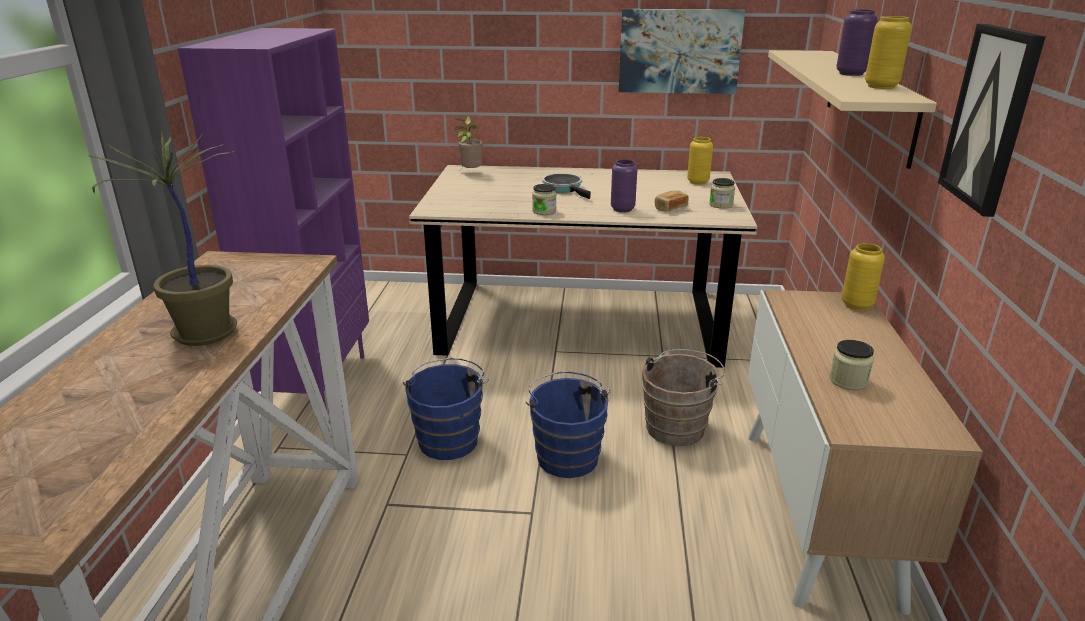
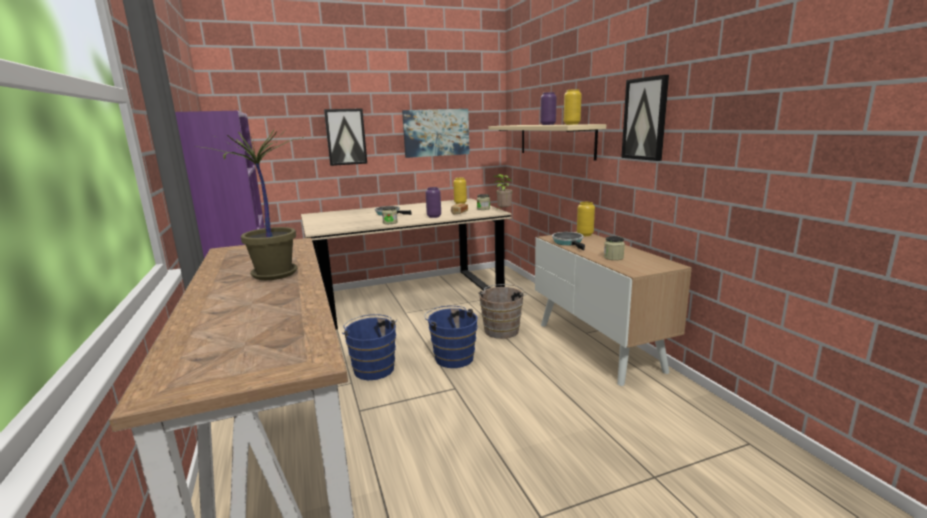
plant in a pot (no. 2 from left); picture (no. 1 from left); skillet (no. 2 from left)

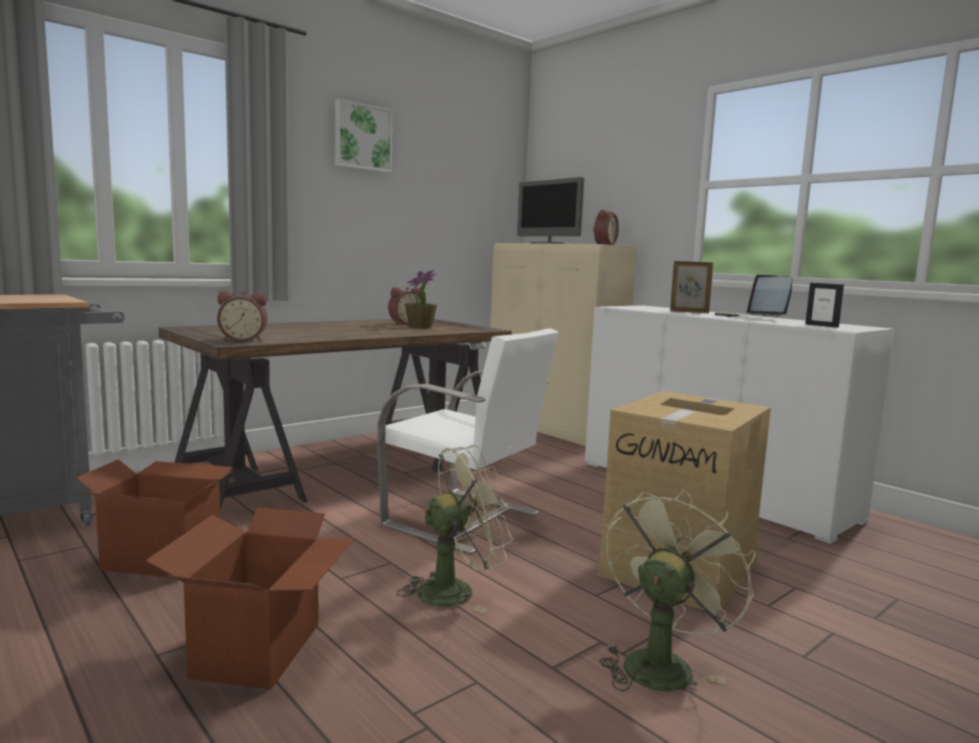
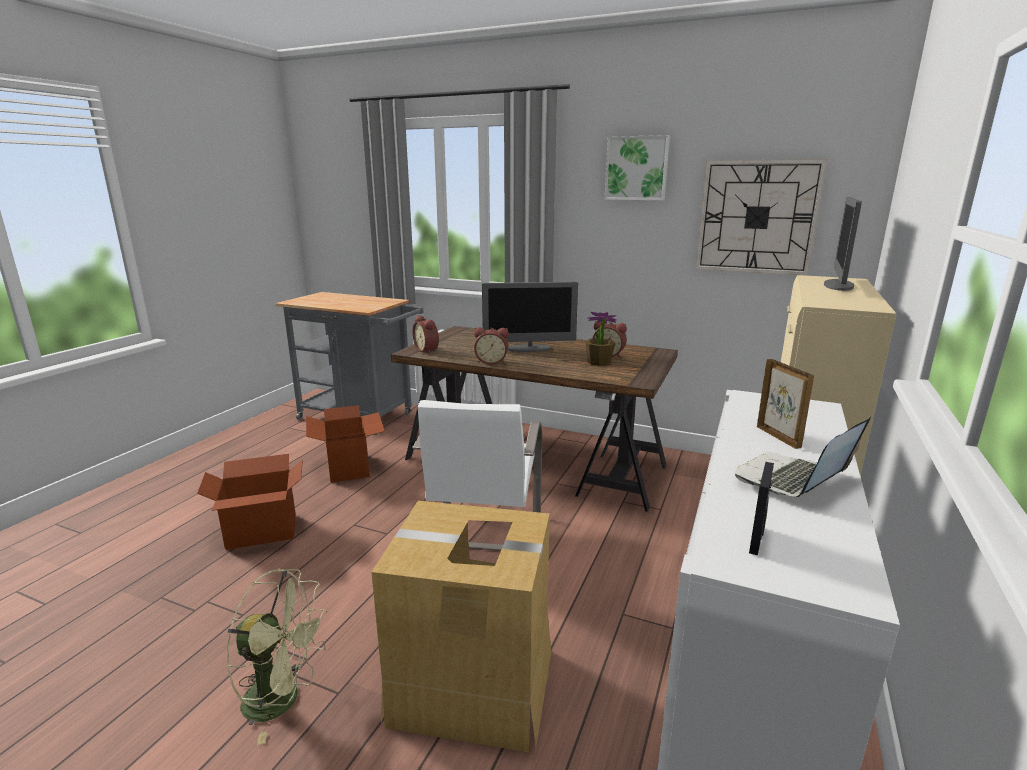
greenish cooling fan (no. 1 from left in the first image); bedside clock (no. 2 from left); computer screen (no. 1 from left); wall clock

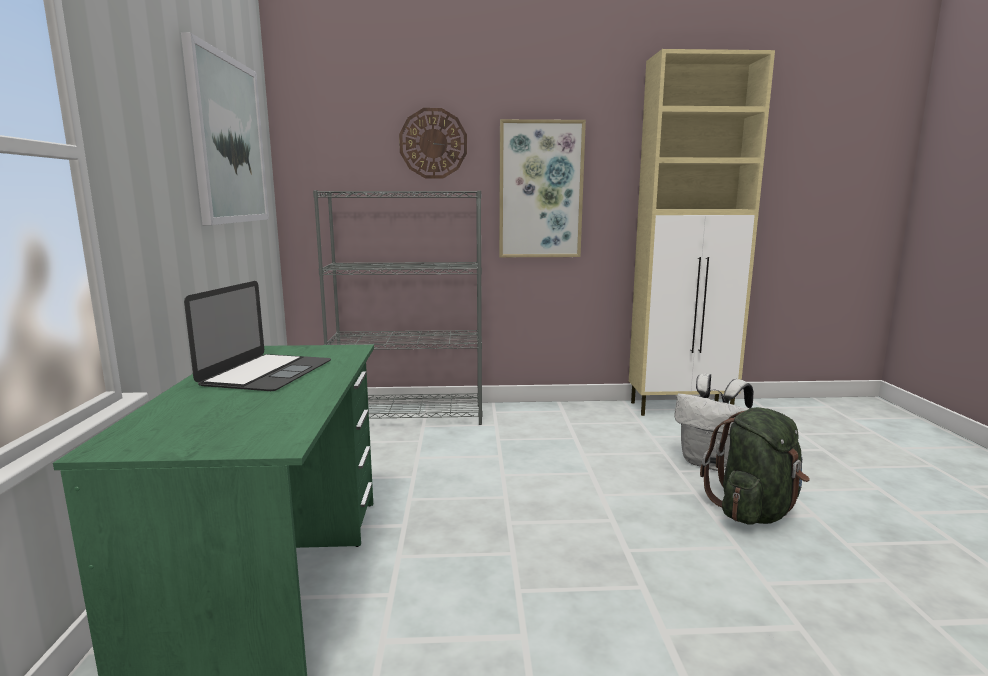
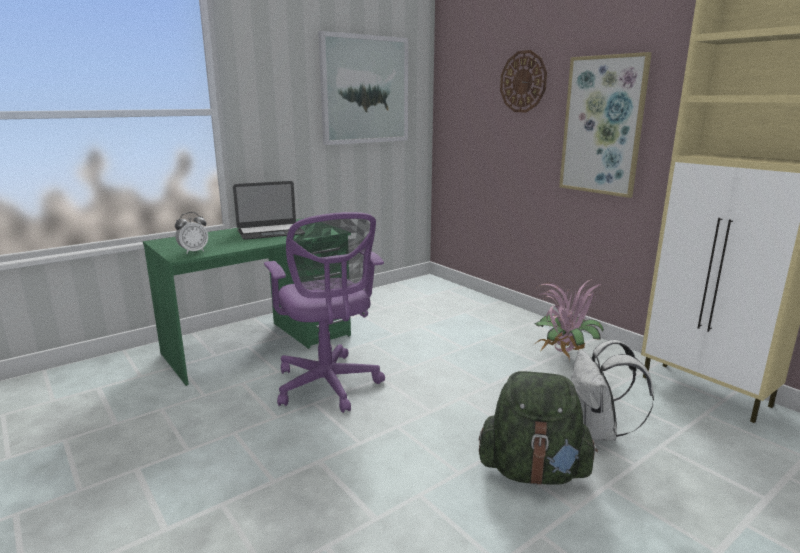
greyish bookcase; bedside clock; purplish desk chair; plant in a pot

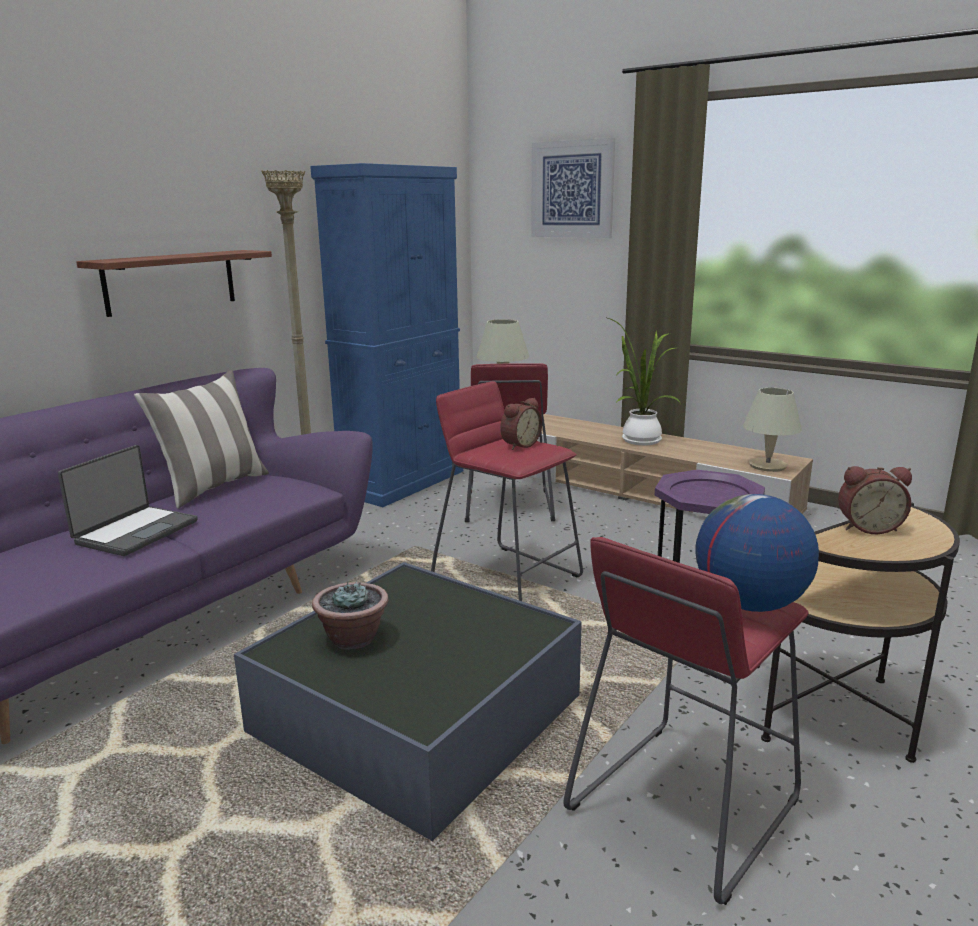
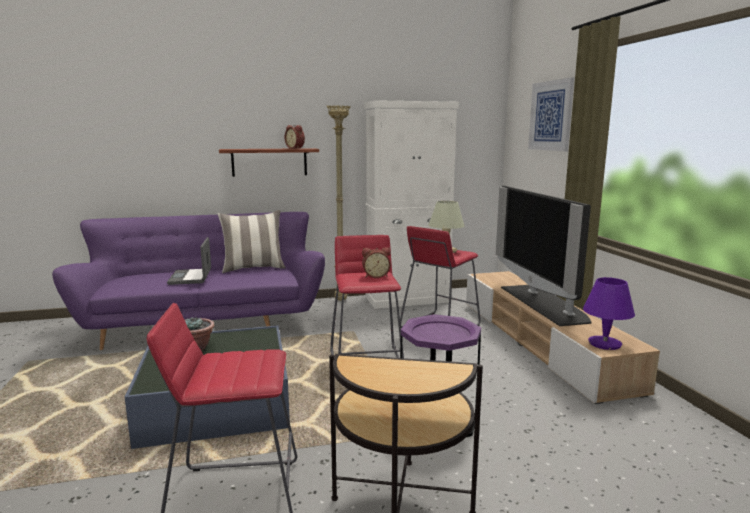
laptop; white-coloured cupboard; television; globe; purplish table lamp; bedside clock (no. 1 from left)

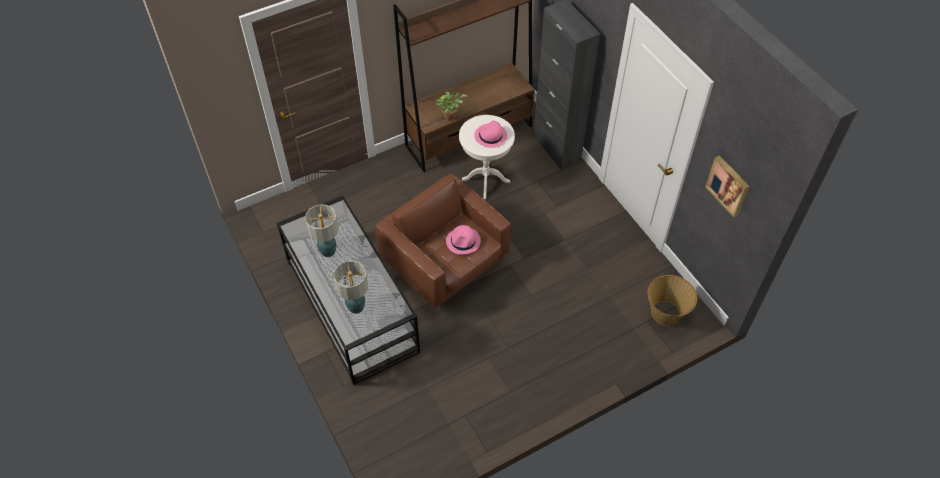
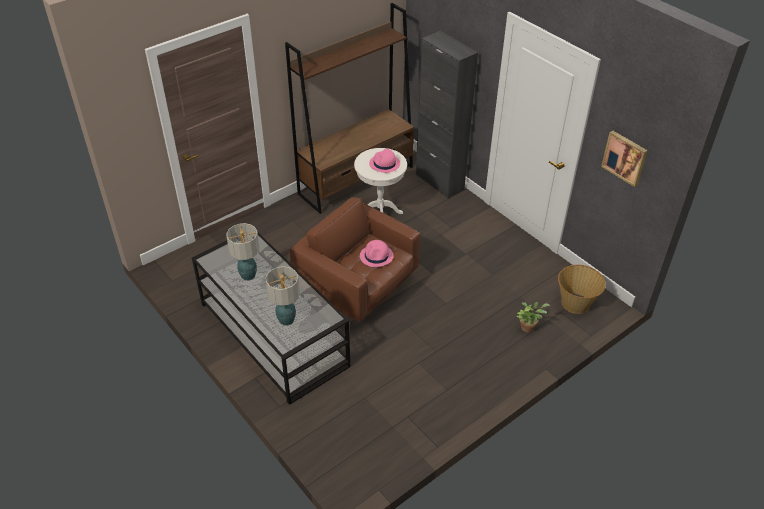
plant in a pot

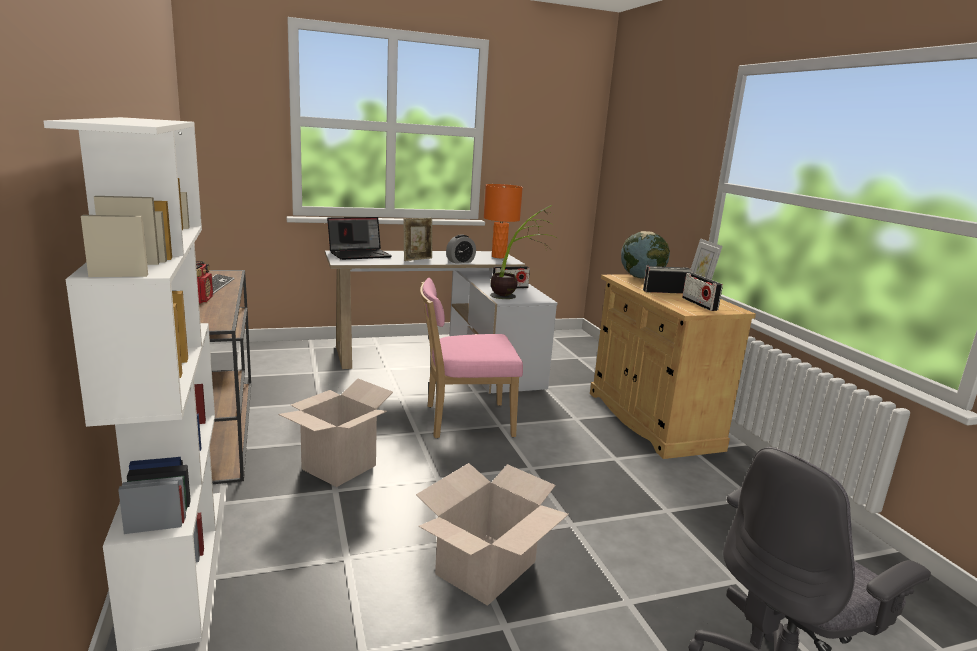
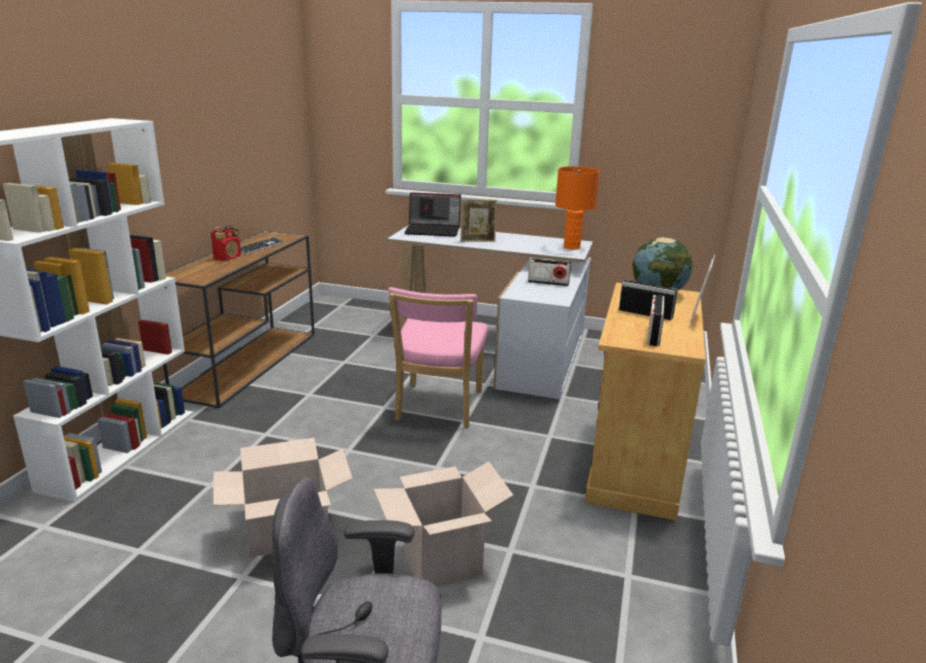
carton (no. 2 from left); pinkish plain chair; bedside clock; plant in a pot

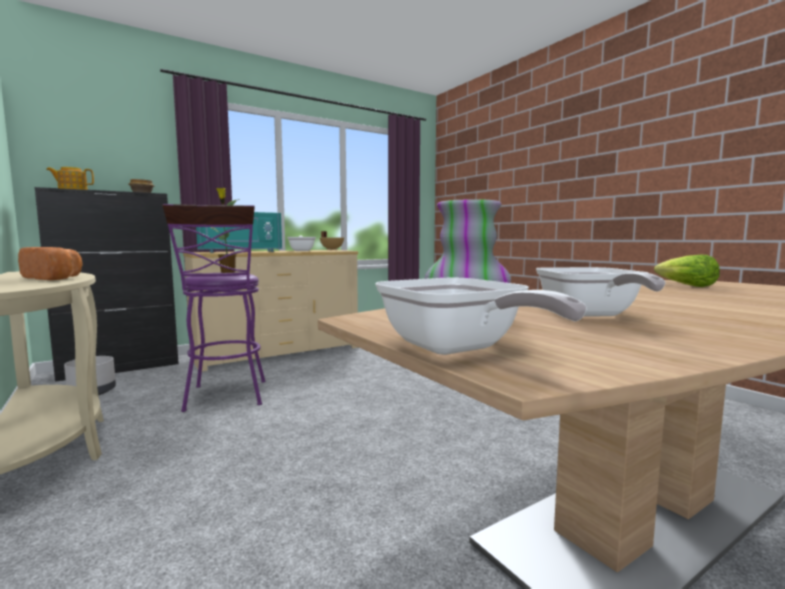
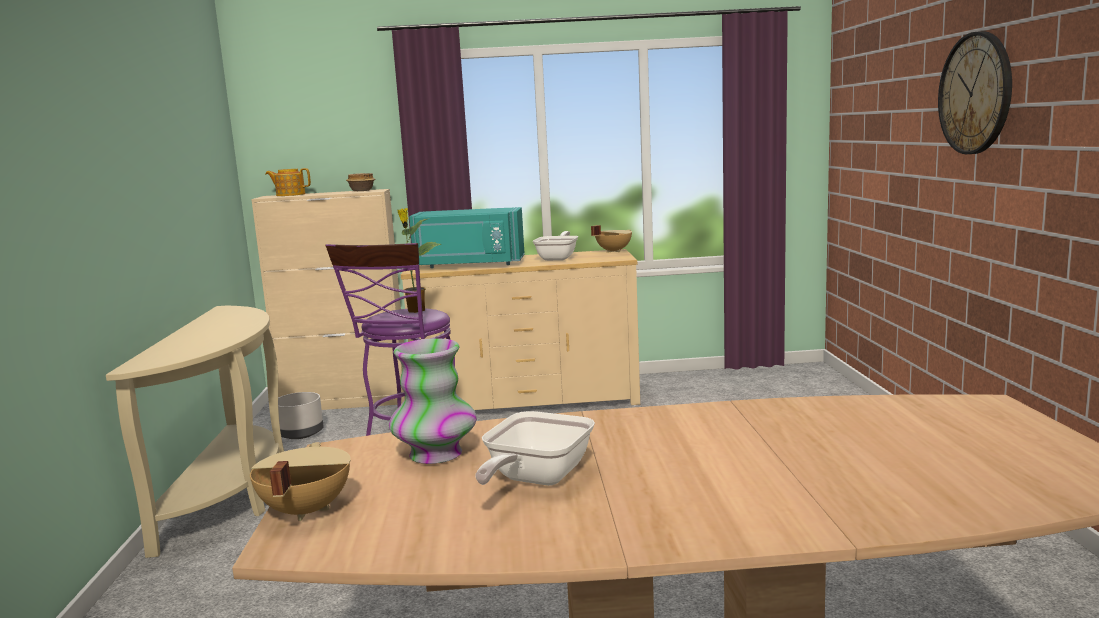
bread; sand-coloured cupboard; sand-coloured stockpot (no. 1 from left); lettuce head; wall clock

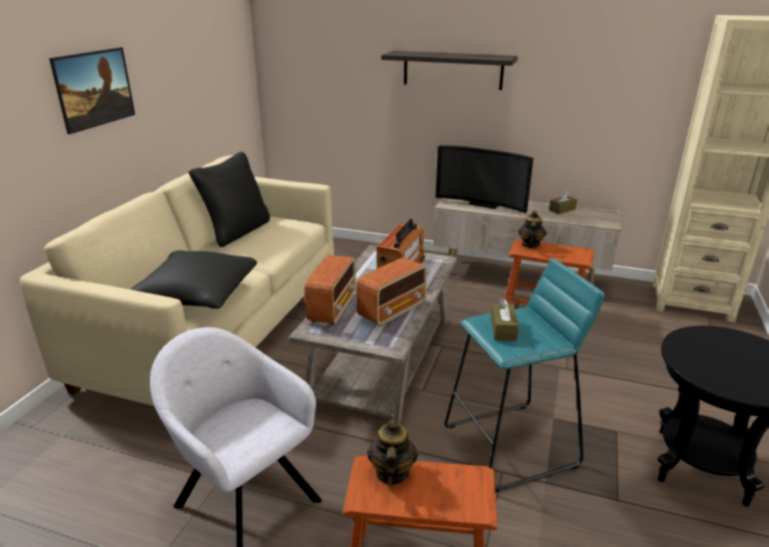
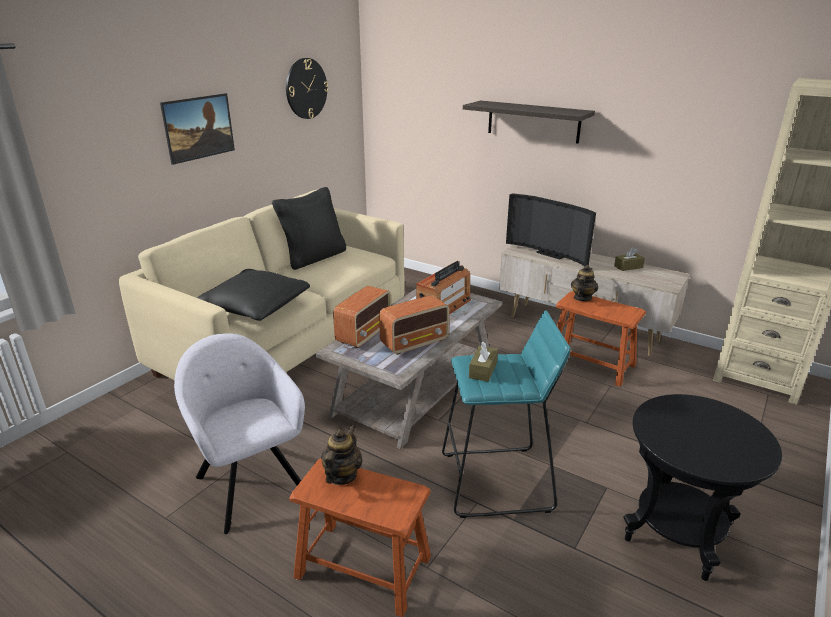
wall clock

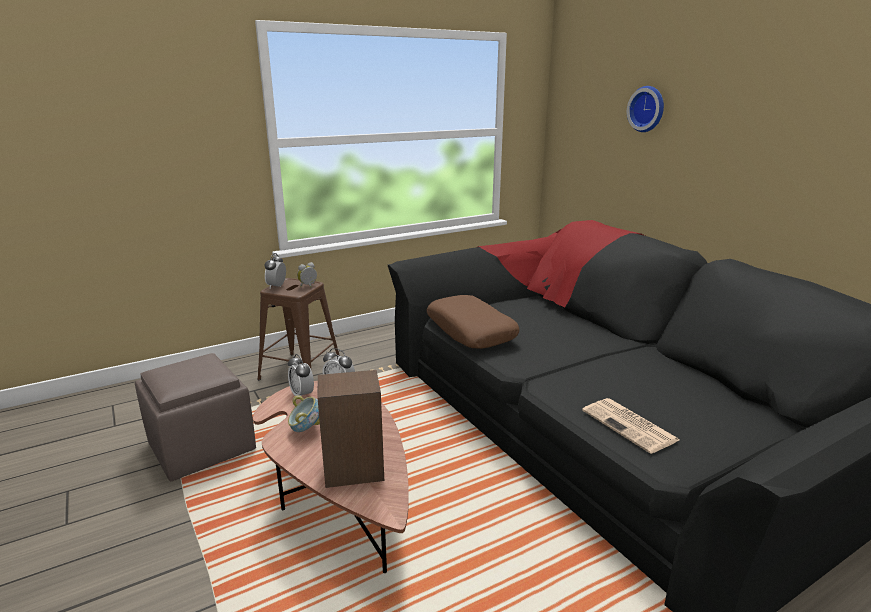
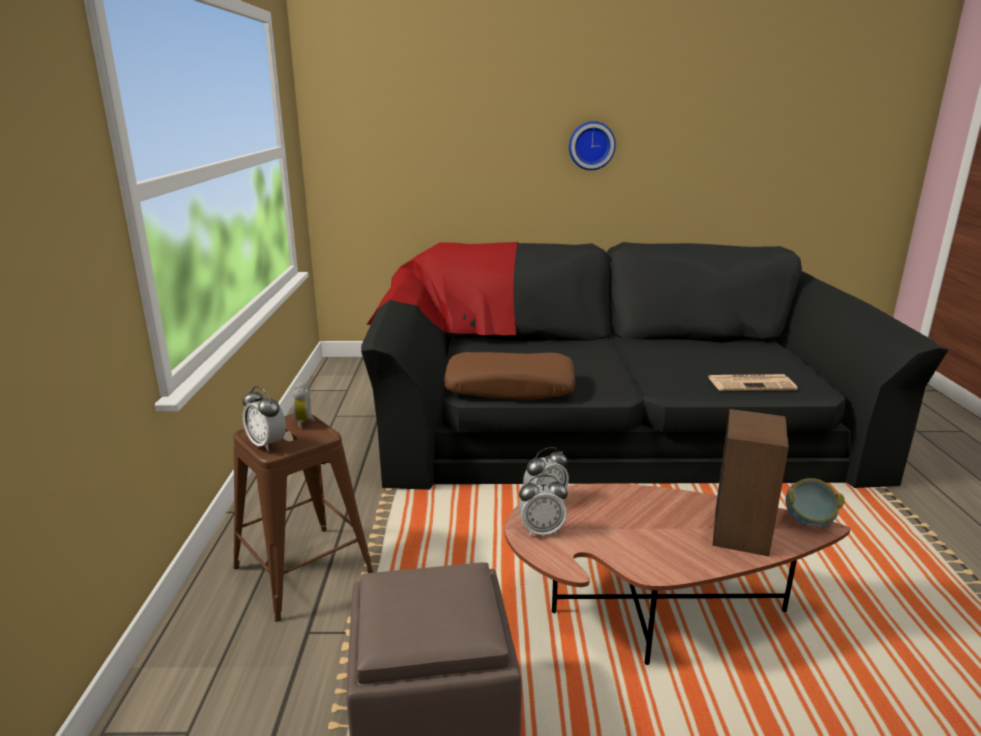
deep dish; wall clock

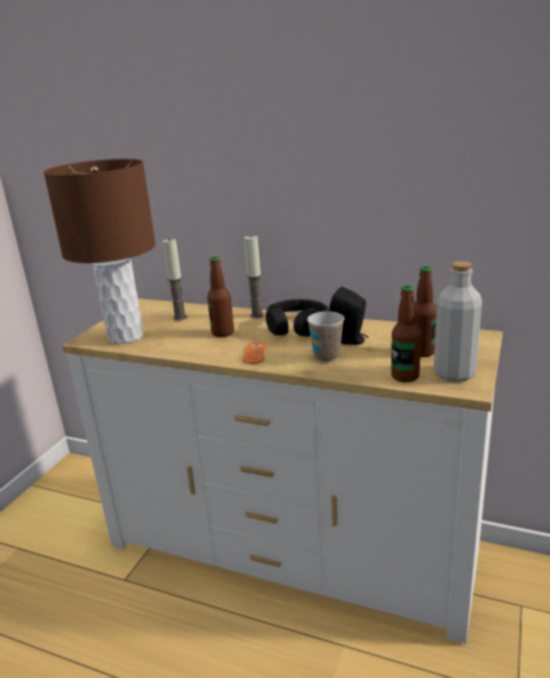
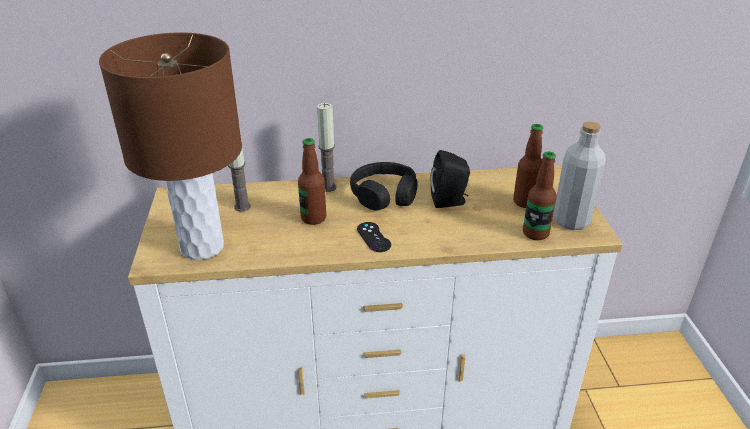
blackish joypad; drinking cup

